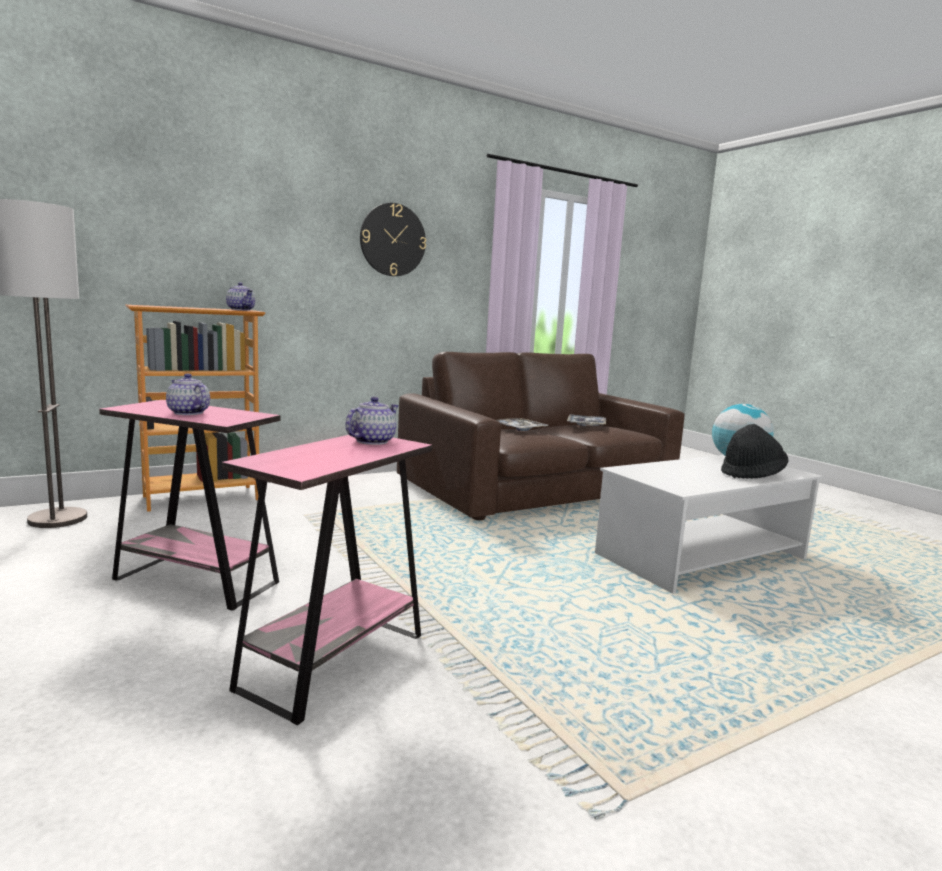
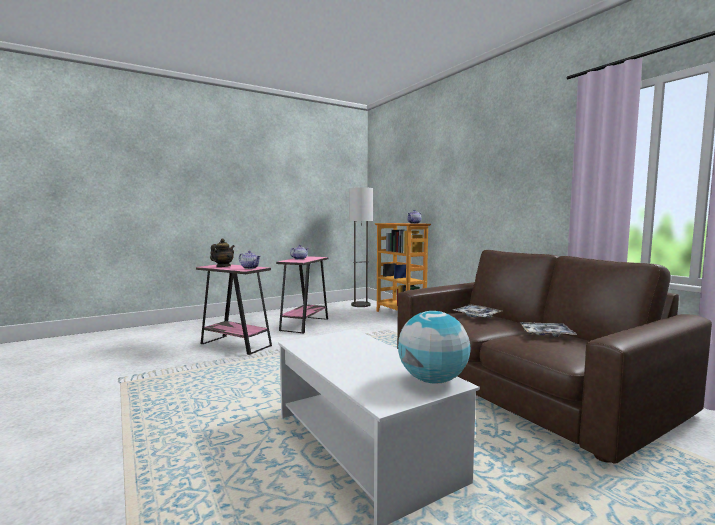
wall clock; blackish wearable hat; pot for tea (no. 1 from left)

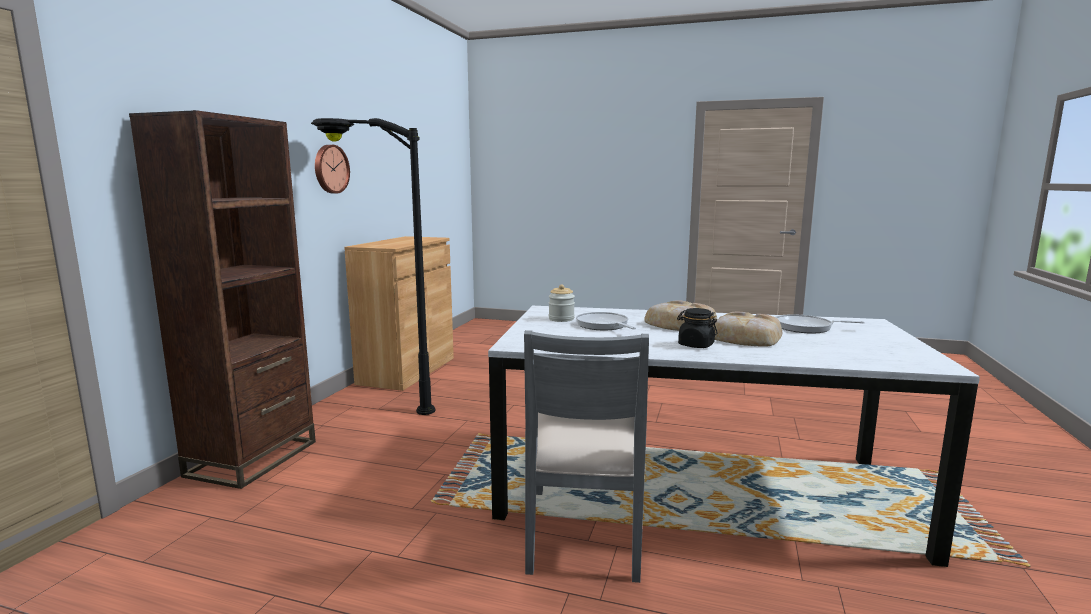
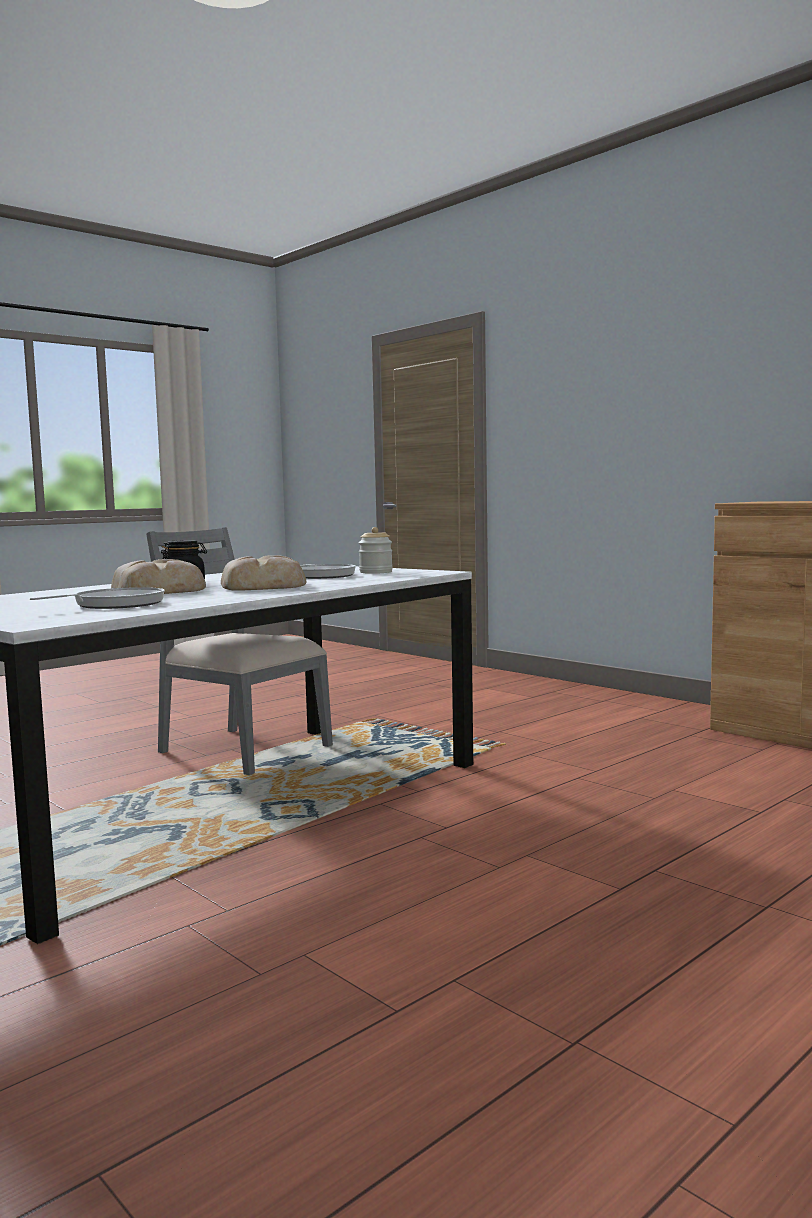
brown bookcase; blackish standard lamp; wall clock

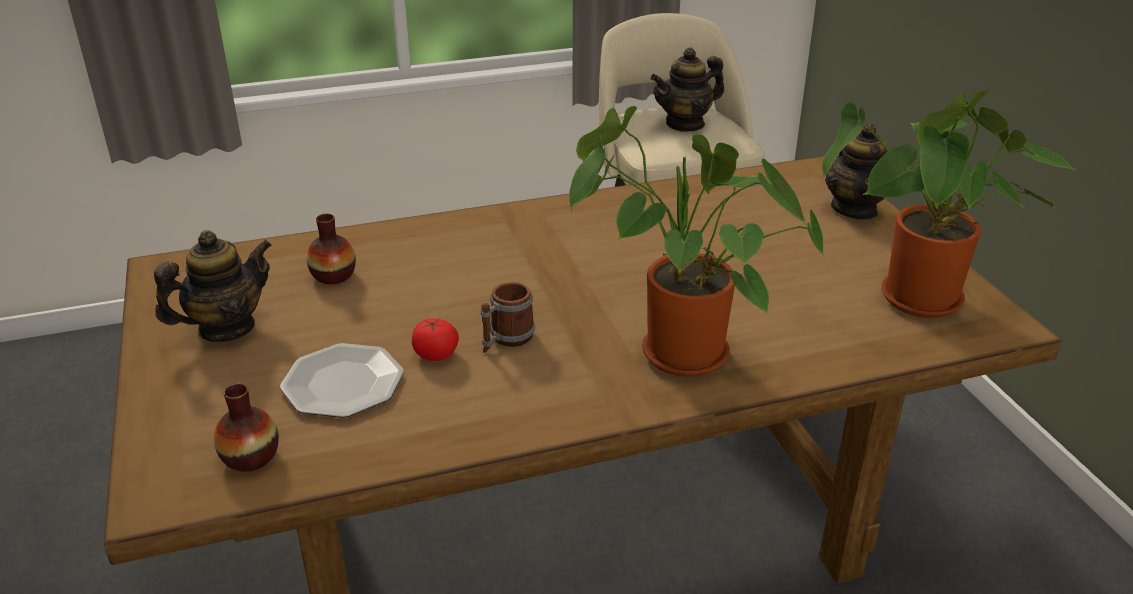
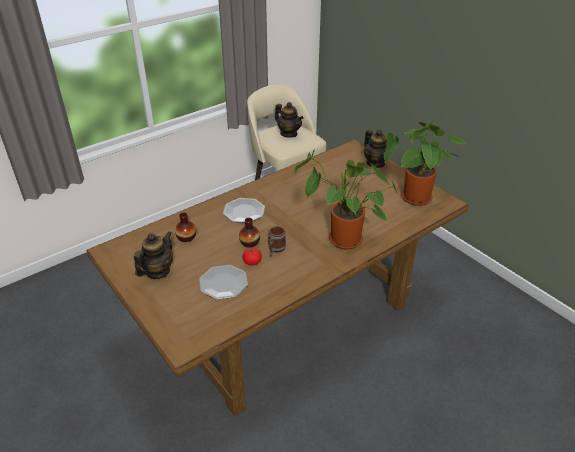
vase (no. 2 from left); pot for tea (no. 2 from left); flat dish (no. 2 from left)

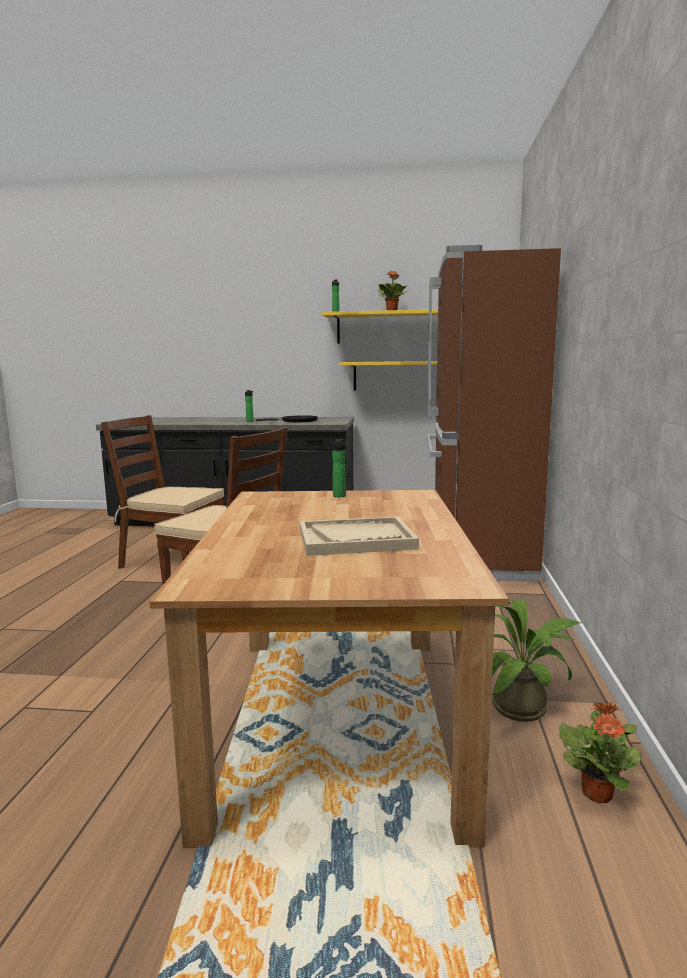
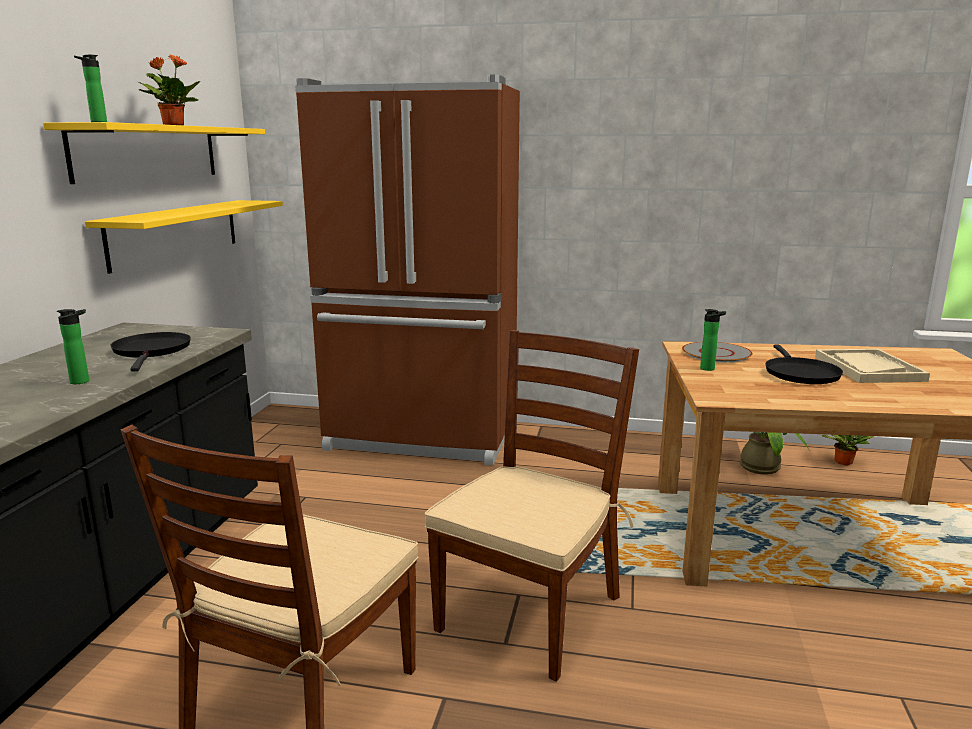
greyish flat dish; blackish skillet (no. 2 from left)

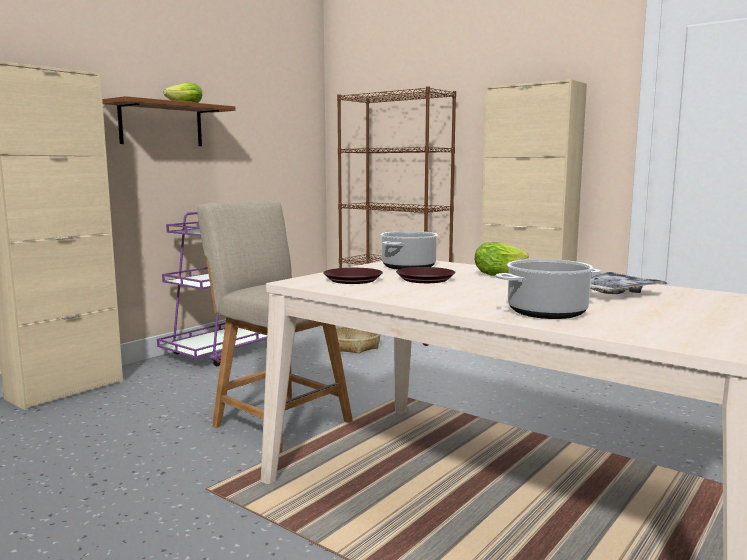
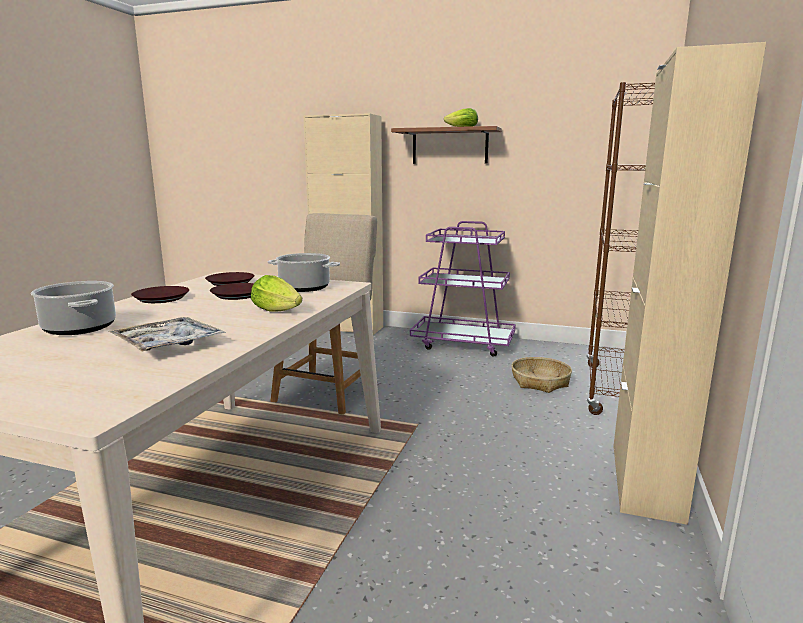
brown flat dish (no. 1 from left)

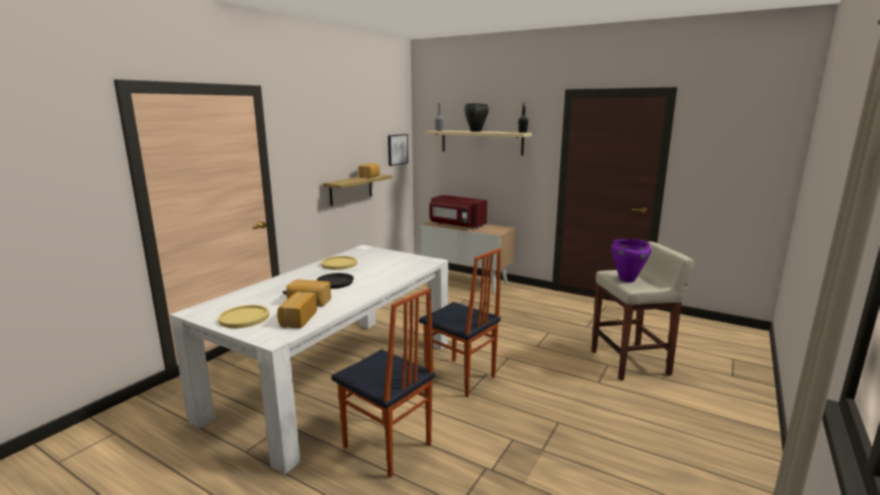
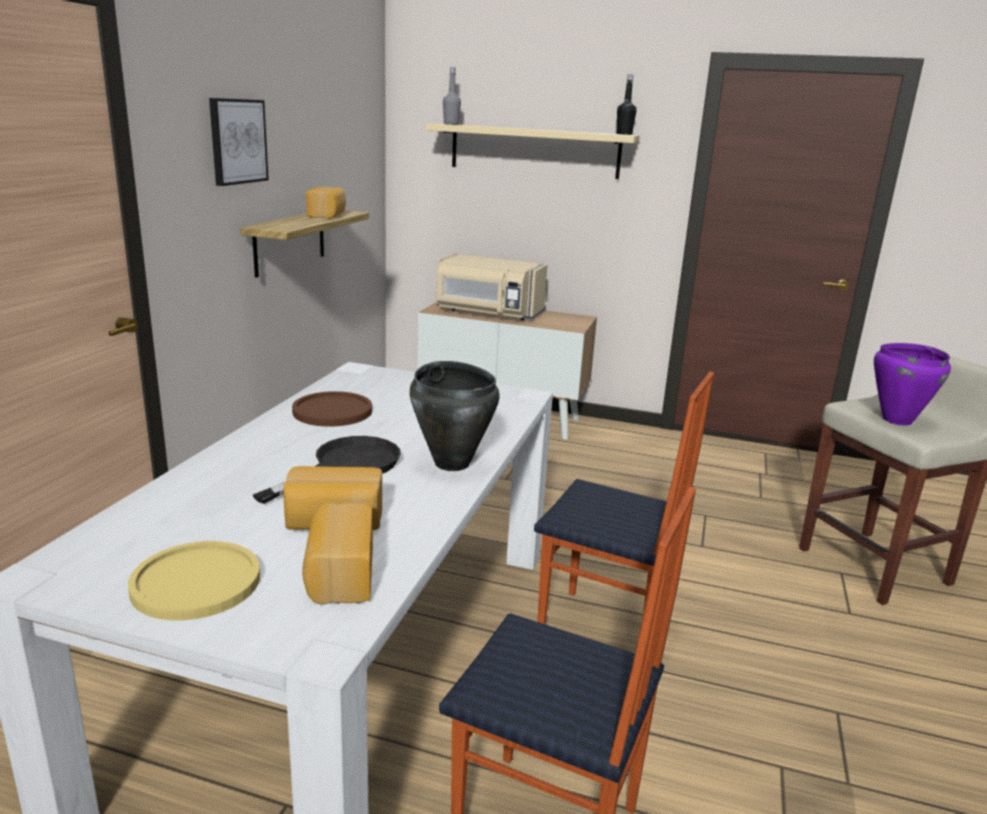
brown flat dish; picture; sand-coloured microwave; blackish stockpot

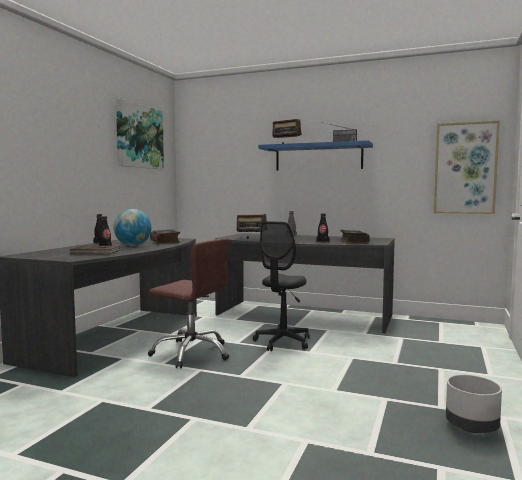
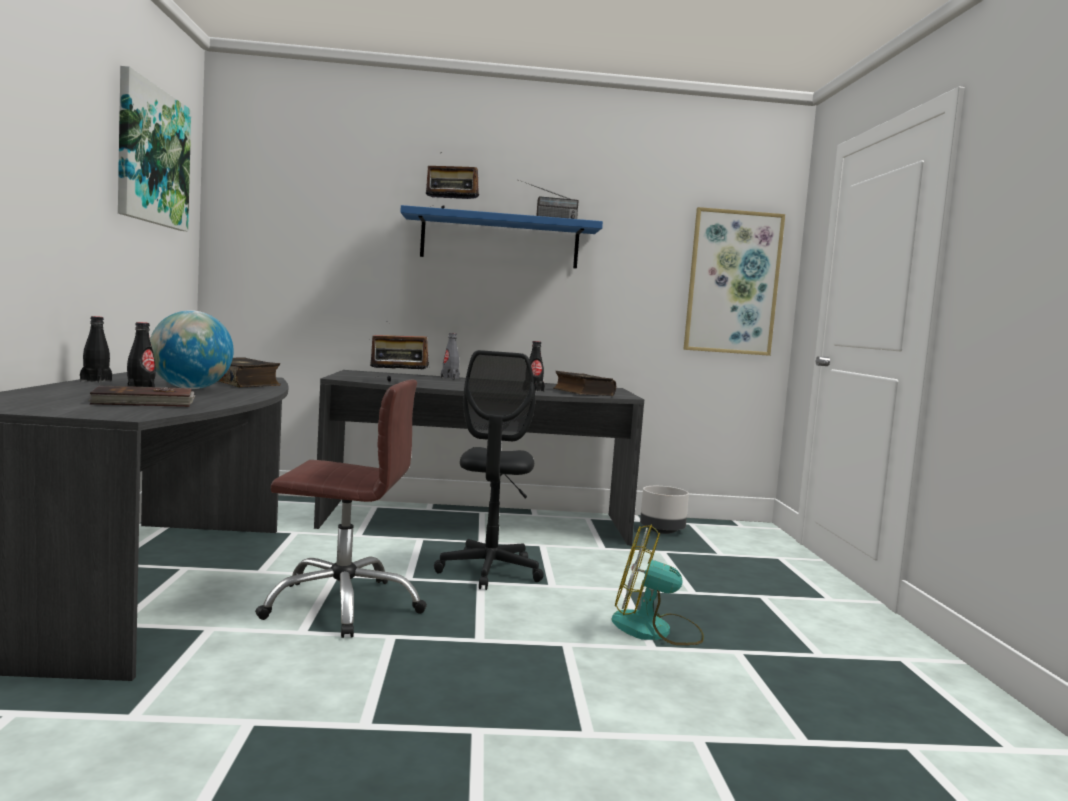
greyish flower pot; cooling fan

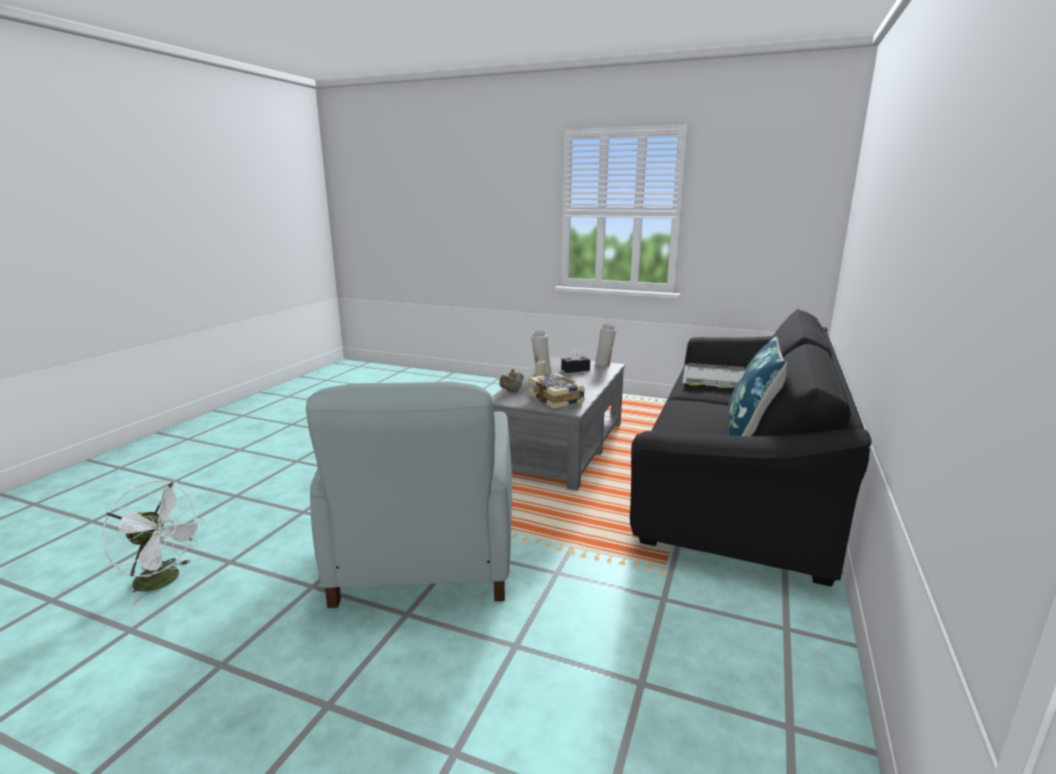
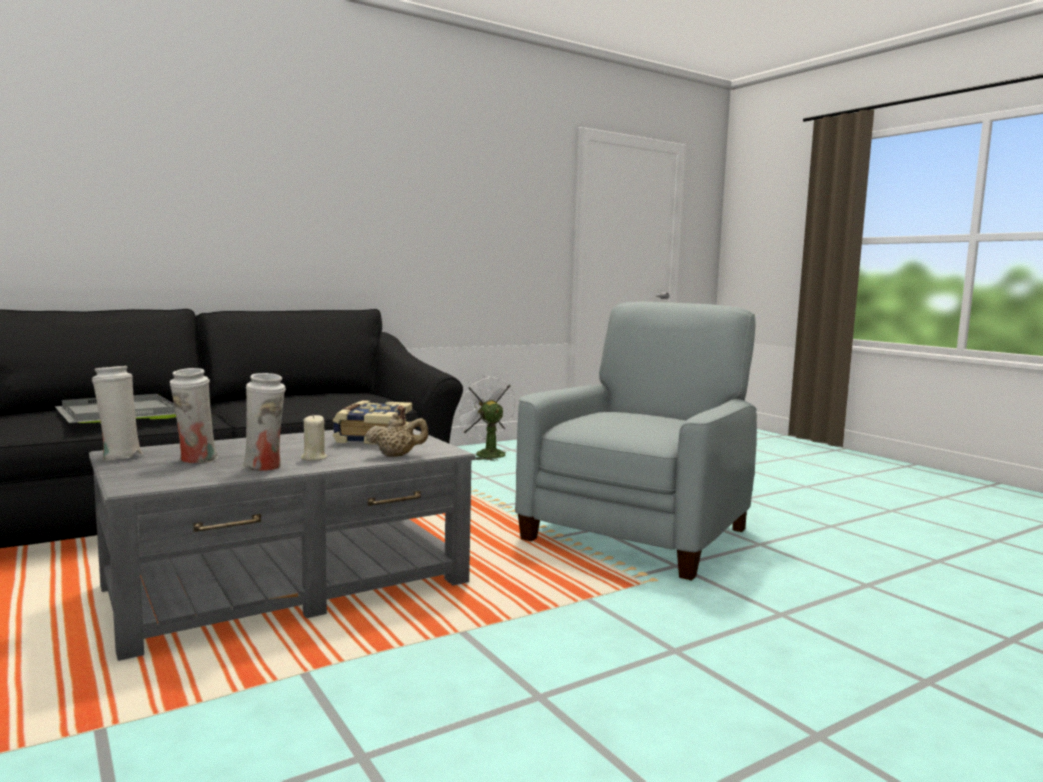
white-coloured cooling fan; white-coloured vase (no. 2 from left); bluish pillow

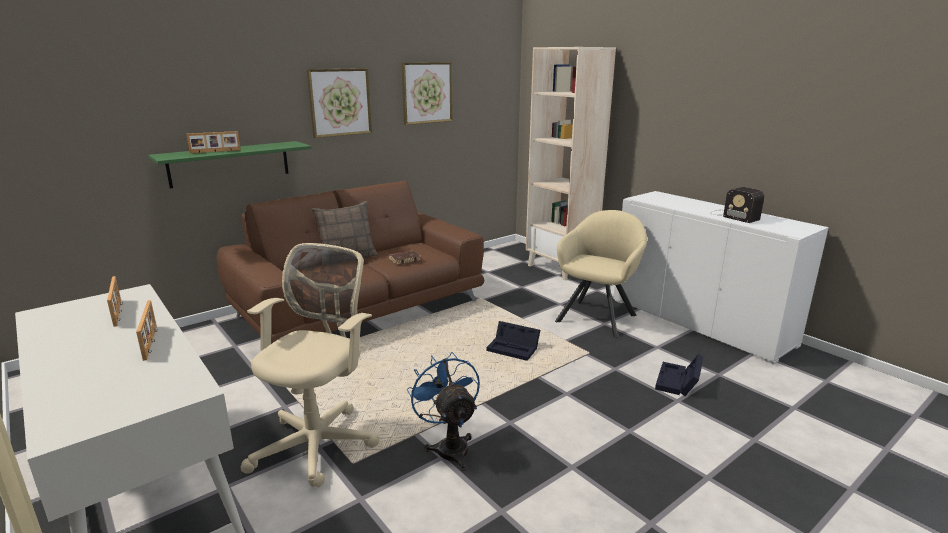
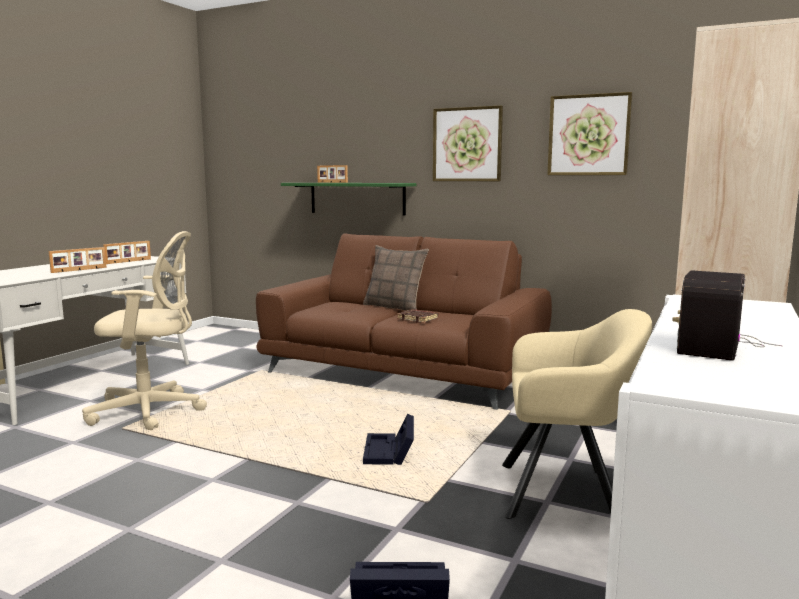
bluish cooling fan

